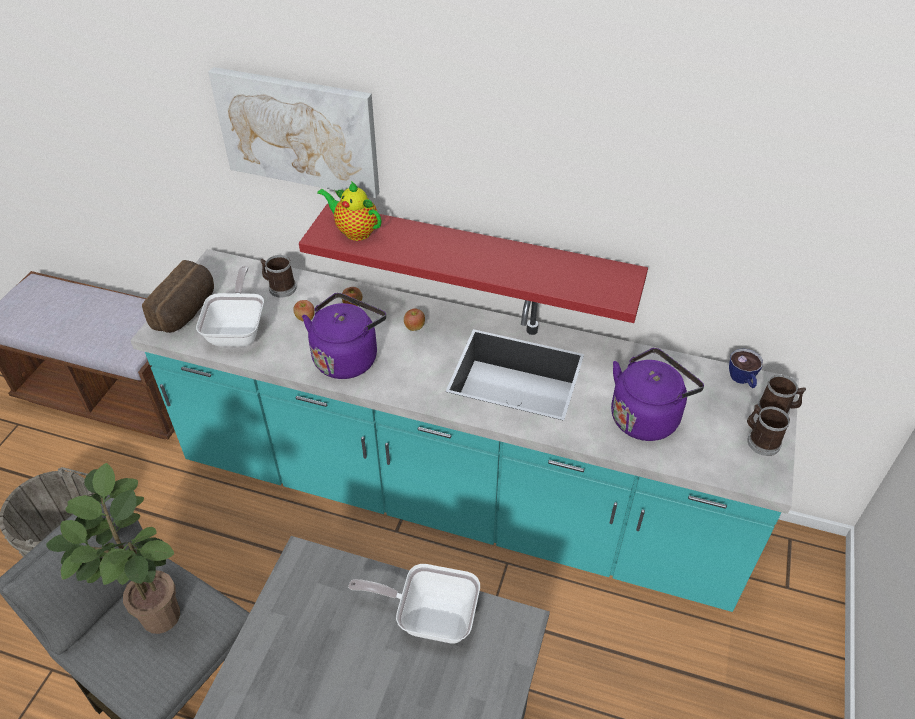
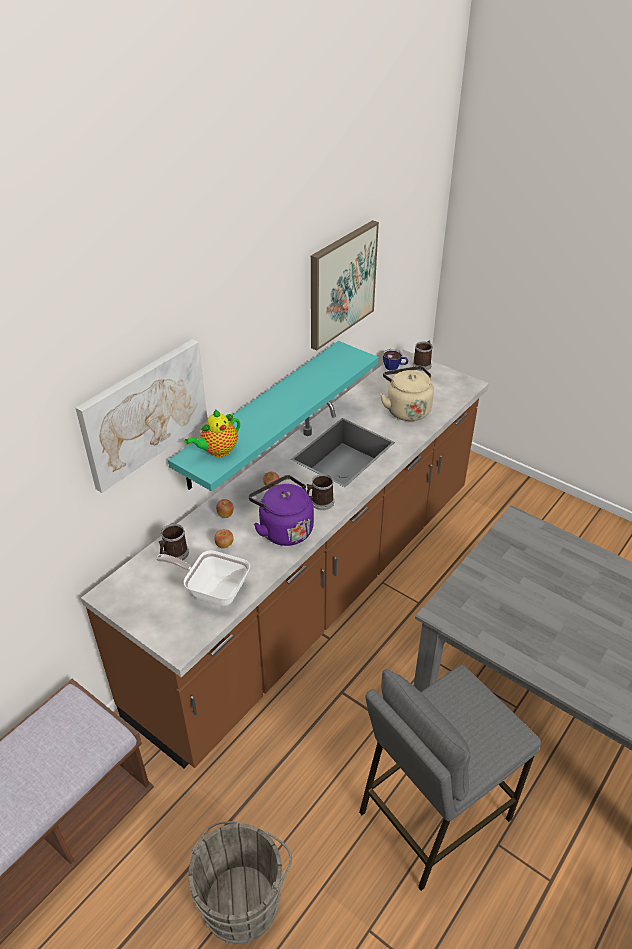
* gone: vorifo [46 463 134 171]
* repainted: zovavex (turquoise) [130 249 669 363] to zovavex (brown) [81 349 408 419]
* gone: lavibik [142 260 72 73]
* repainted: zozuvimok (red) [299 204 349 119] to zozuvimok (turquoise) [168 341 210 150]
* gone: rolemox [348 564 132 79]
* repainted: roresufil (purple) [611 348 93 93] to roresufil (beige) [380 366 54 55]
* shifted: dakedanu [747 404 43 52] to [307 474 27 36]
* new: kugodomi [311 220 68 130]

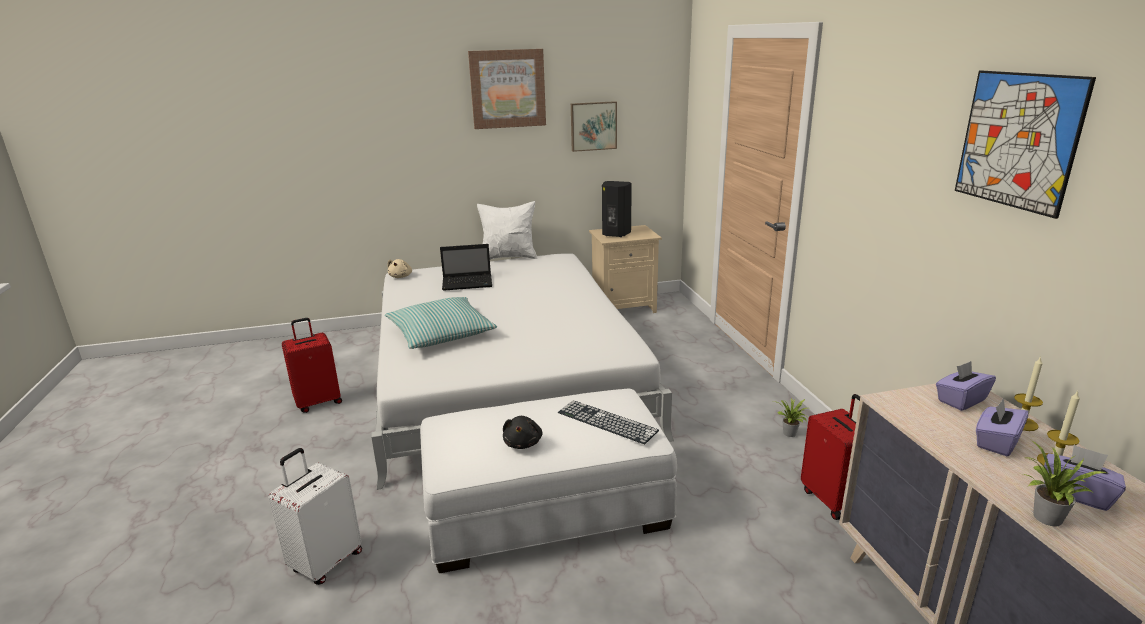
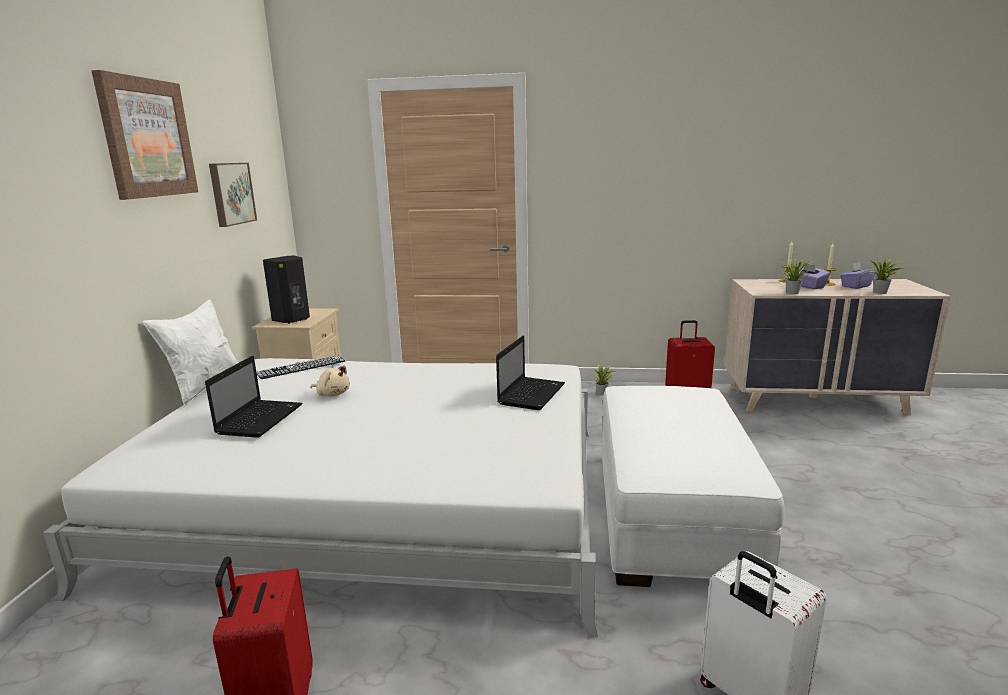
* gone: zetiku [385 297 112 52]
* shifted: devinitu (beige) [387 259 25 19] to [311 365 39 31]
* gone: devinitu (black) [503 416 40 33]
* shifted: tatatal [558 400 101 44] to [256 355 89 24]
* gone: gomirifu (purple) [936 361 60 50]
* gone: kugodomi [955 71 141 148]
* new: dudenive [496 336 69 74]
* new: vorifo [781 258 30 36]

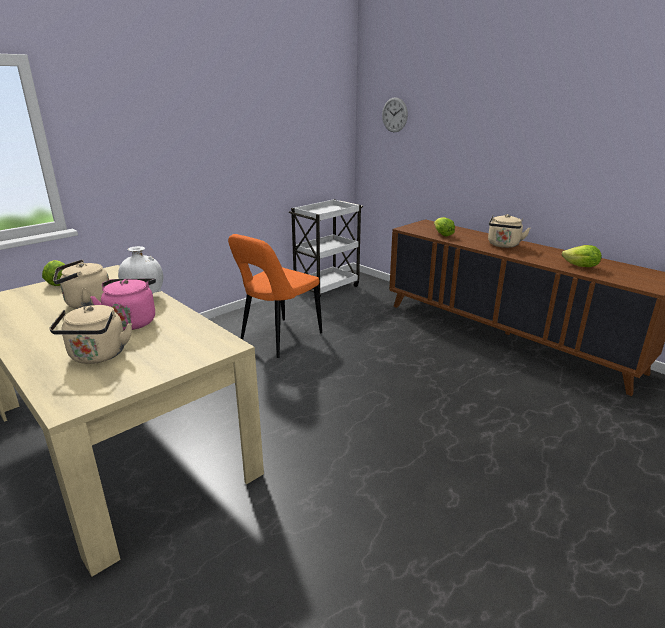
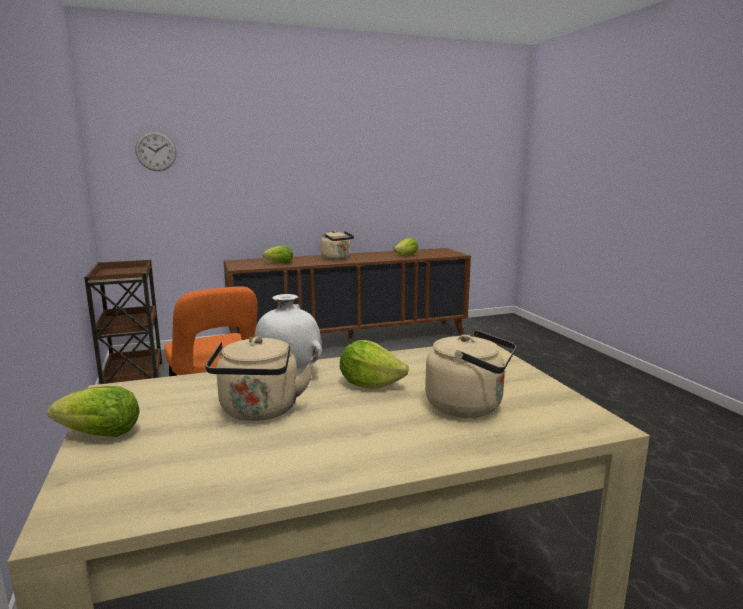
* swapped: roresufil (pink) [90 278 66 52] to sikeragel [340 340 69 49]
* repainted: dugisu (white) [288 199 75 99] to dugisu (brown) [84 259 78 125]

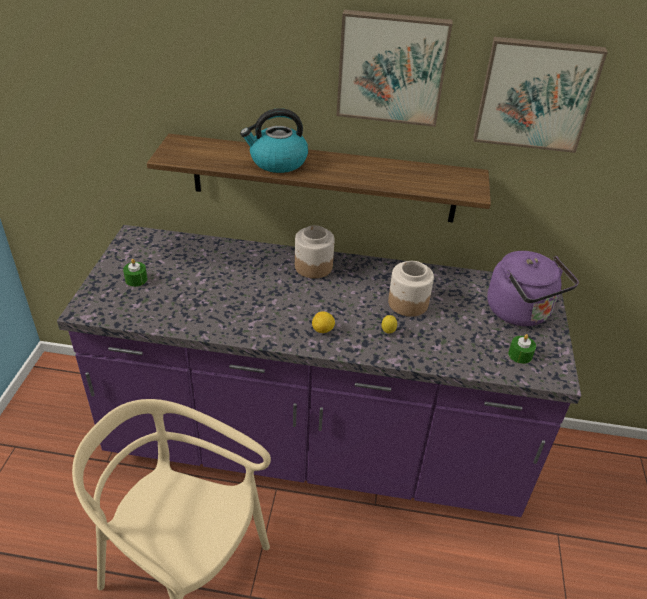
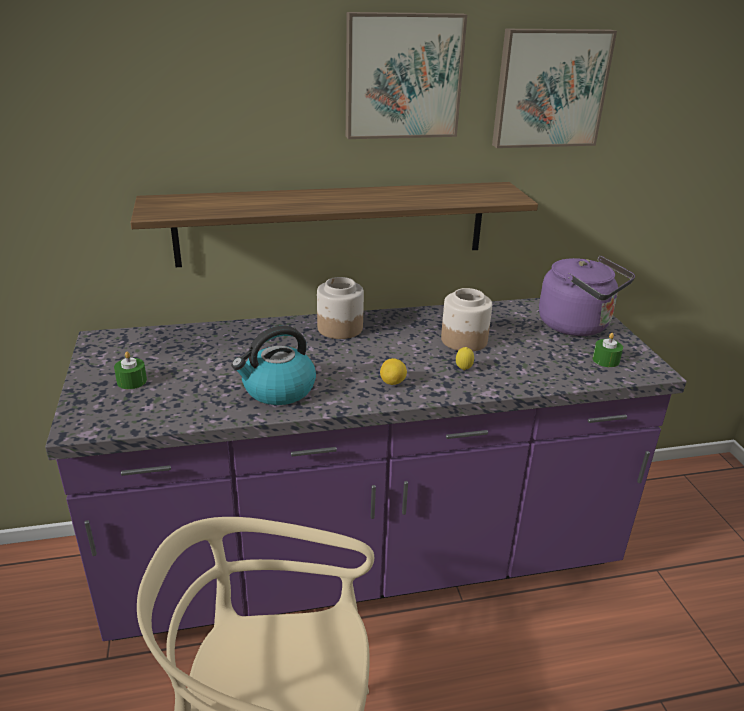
* shifted: roresufil [240 108 68 65] to [231 326 85 79]

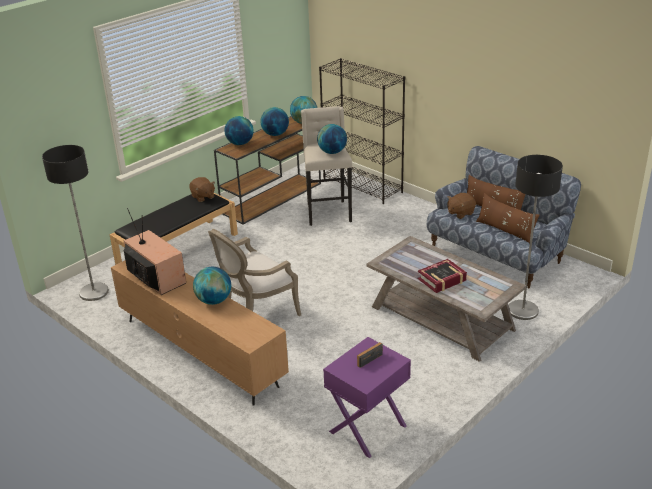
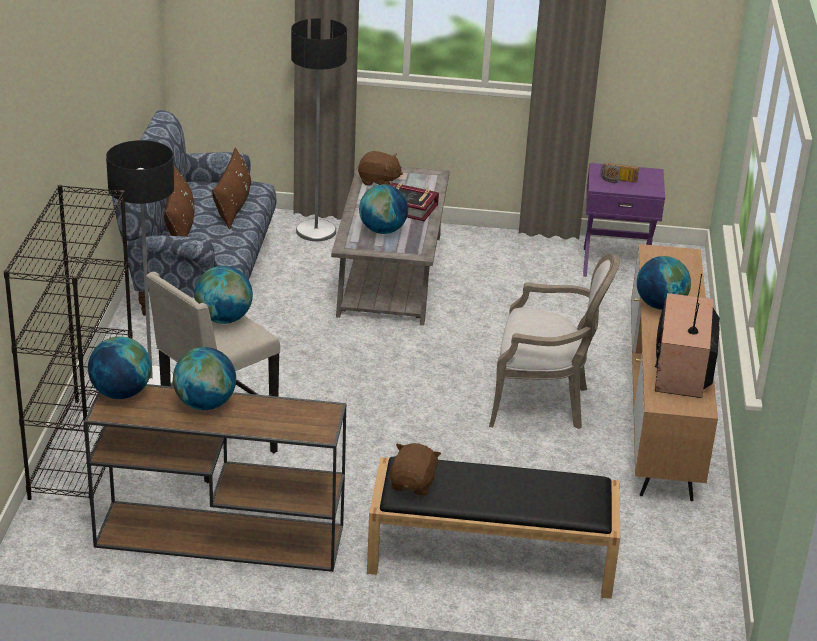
* shifted: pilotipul [42 145 67 156] to [106 140 68 246]
* shifted: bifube [224 116 30 29] to [359 185 49 49]
* shifted: devinitu (brown) [447 193 29 26] to [358 151 45 35]

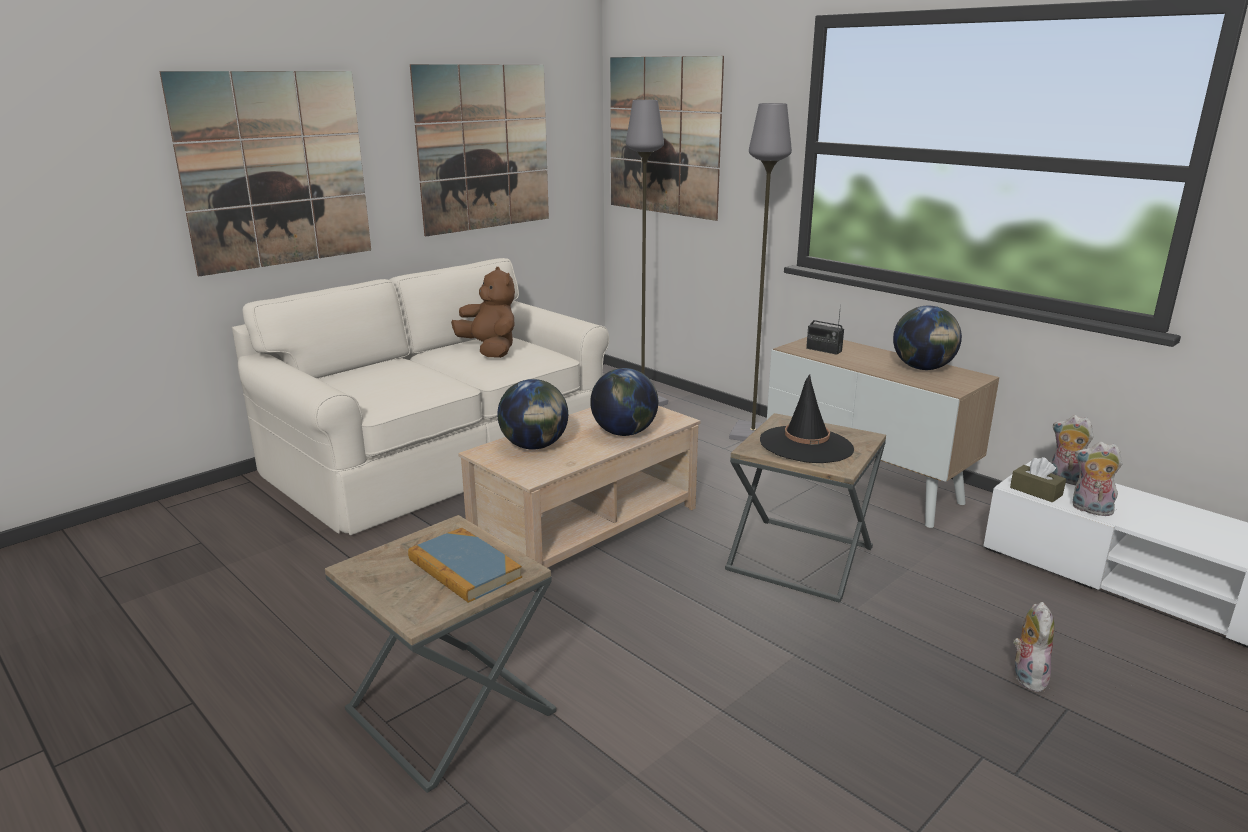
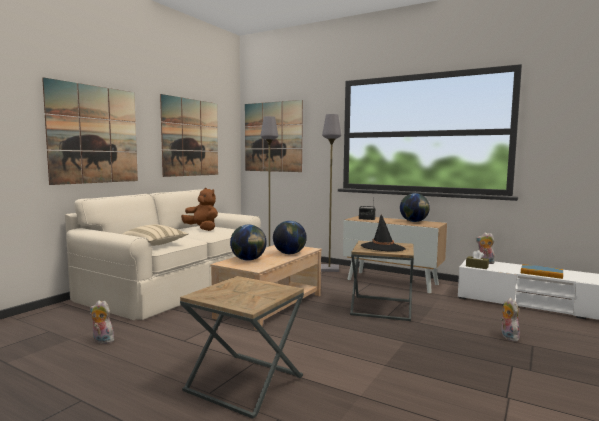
* shifted: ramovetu [408 528 114 75] to [521 264 42 15]
* shifted: devinitu [1072 442 50 75] to [90 300 24 44]
* new: zetiku (beige) [123 224 65 22]

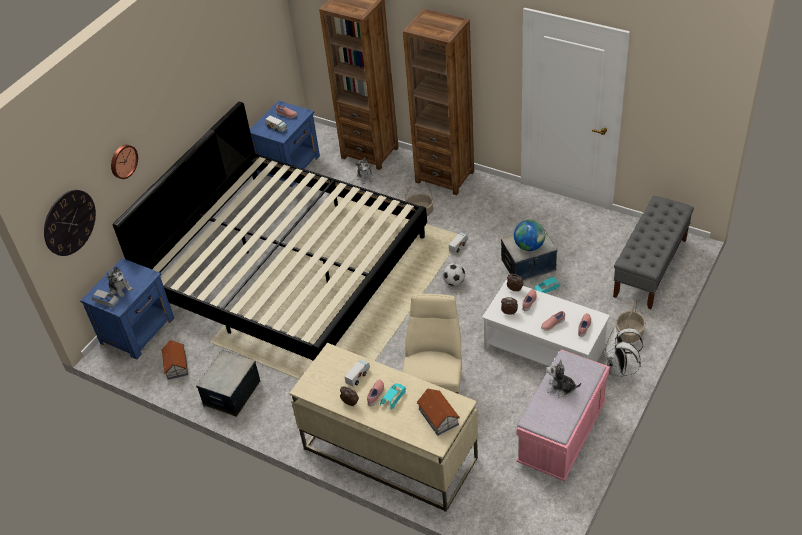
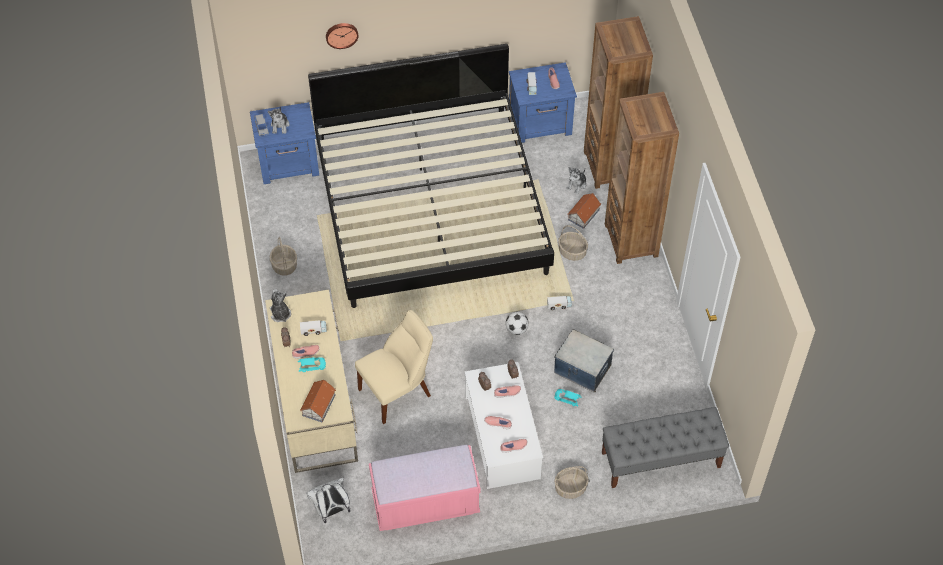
* gone: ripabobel [44 190 52 66]
* shifted: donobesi [161 340 27 40] to [567 193 34 36]
* swapped: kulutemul [196 350 64 67] to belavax [270 237 27 39]
* gone: bifube [514 220 31 31]
* shifted: devinitu [546 359 35 39] to [270 289 21 33]
* shifted: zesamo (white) [605 327 38 50] to [306 477 45 46]

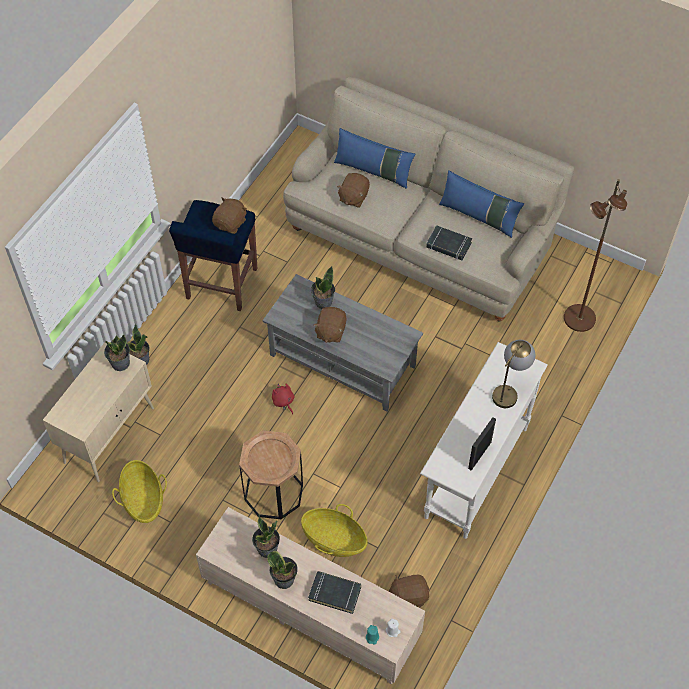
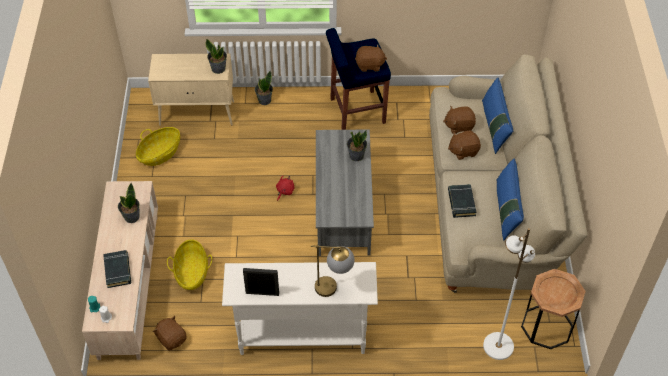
* shifted: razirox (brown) [239 431 64 88] to [521 269 65 80]
* gone: vorifo [267 551 31 38]
* shifted: devinitu (brown) [313 307 34 36] to [448 131 33 29]
* repainted: pilotipul (brown) [564 179 63 153] to pilotipul (white) [483 228 52 132]

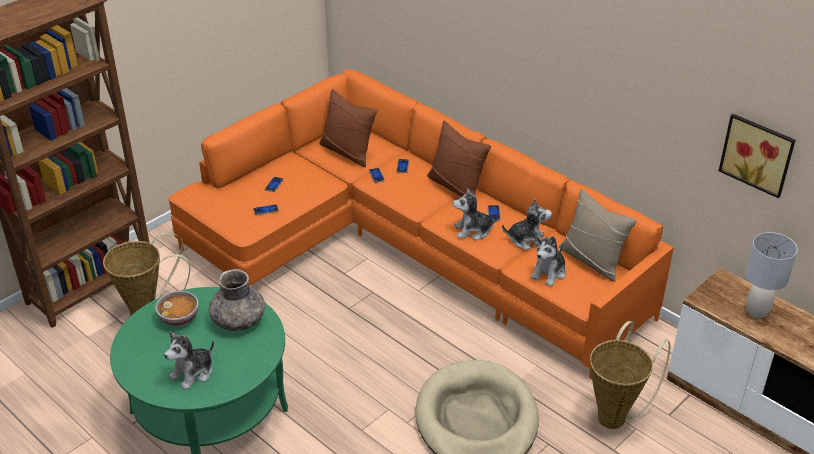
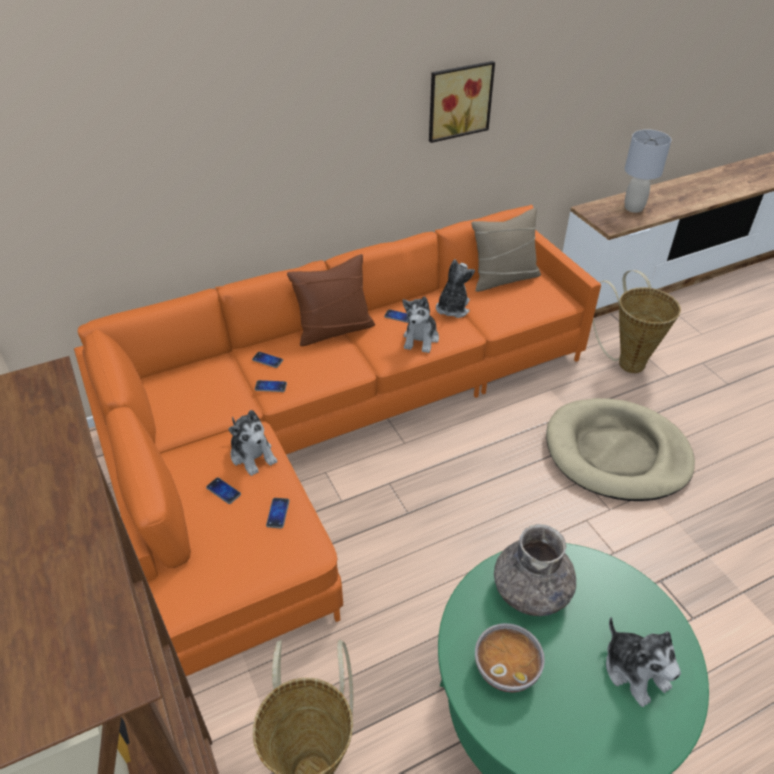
* gone: zetiku (brown) [319 89 58 78]
* shifted: devinitu [531 235 35 52] to [228 410 49 66]
* shifted: kugodomi [719 114 76 84] to [429 61 66 82]

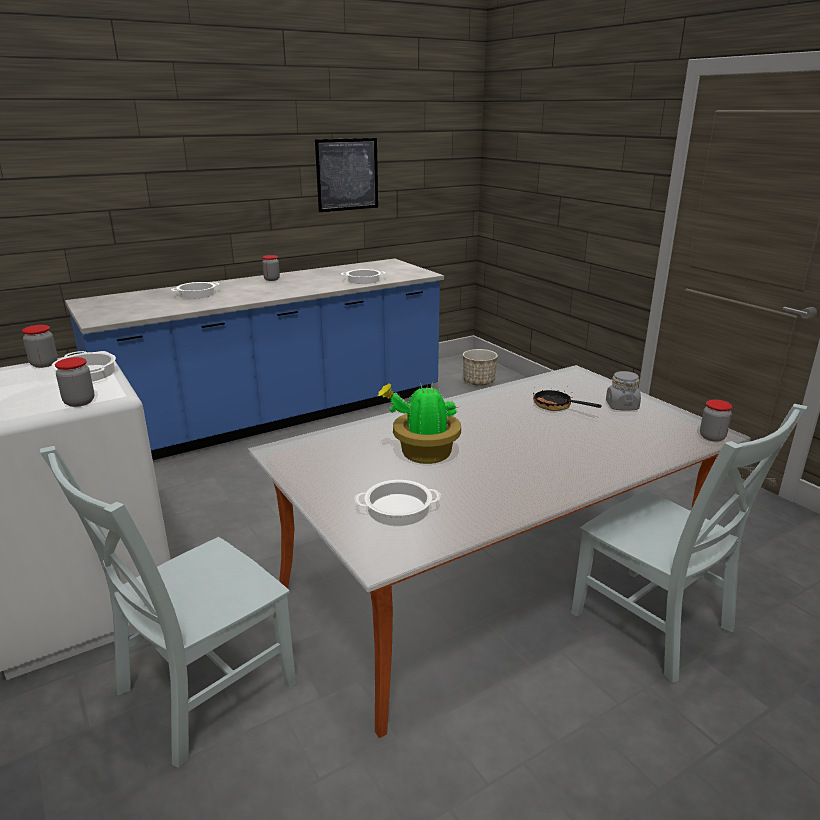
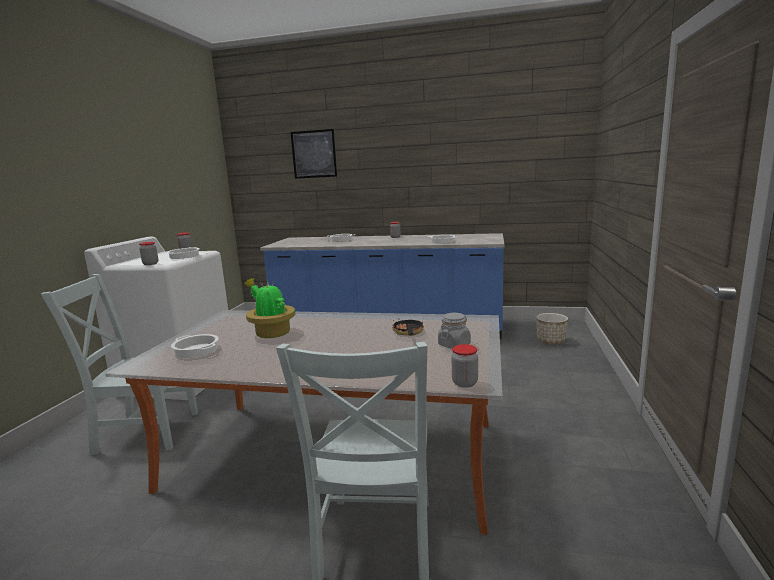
* shifted: kugodomi [315 138 63 74] to [290 129 47 50]

